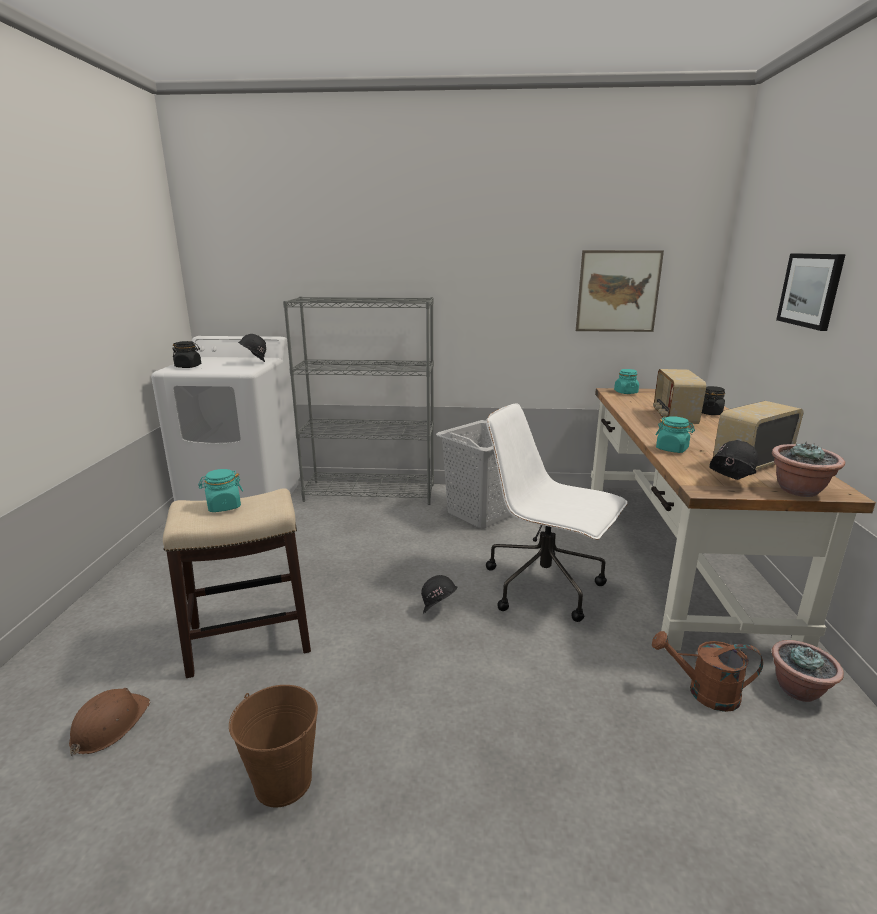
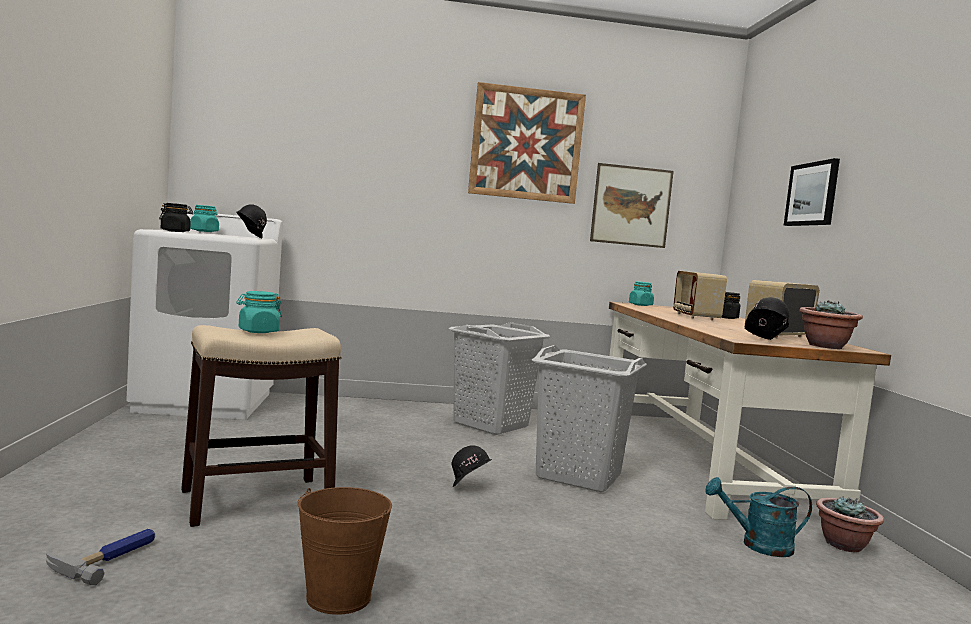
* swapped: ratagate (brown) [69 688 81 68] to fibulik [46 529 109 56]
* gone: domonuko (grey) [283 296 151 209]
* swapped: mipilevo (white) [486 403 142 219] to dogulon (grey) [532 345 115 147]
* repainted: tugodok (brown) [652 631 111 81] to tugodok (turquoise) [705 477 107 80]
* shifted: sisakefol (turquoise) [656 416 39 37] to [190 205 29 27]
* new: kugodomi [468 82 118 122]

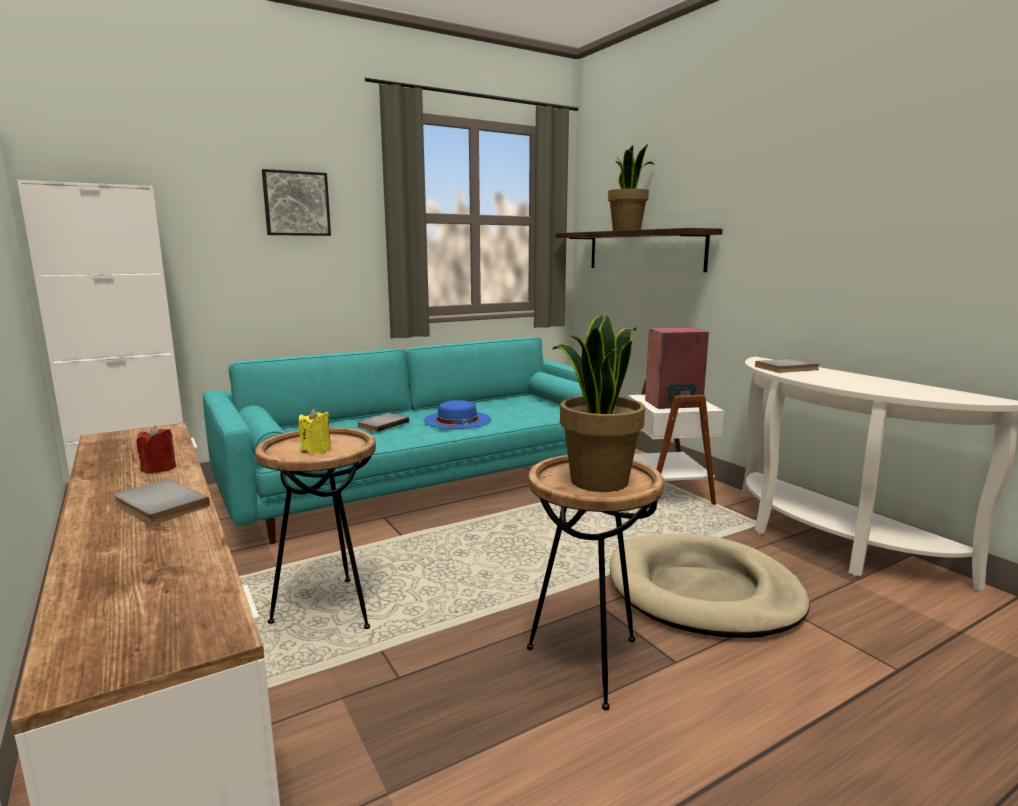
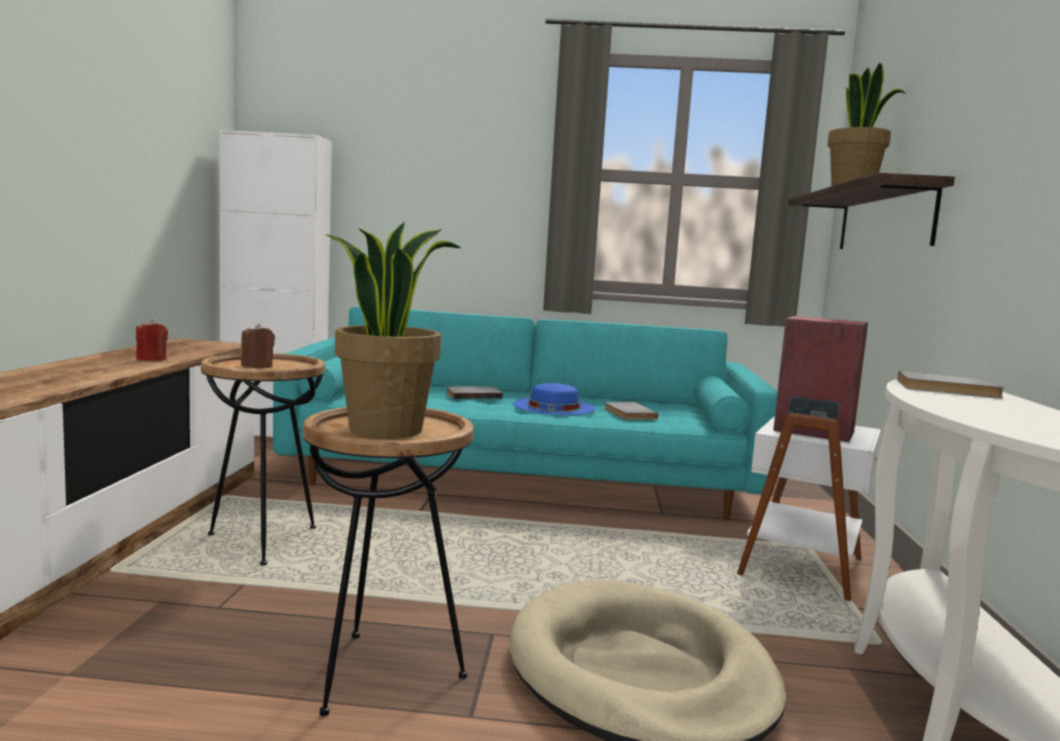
* shifted: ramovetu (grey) [113 479 97 46] to [604 402 54 18]
* gone: kugodomi [262 169 69 67]
* repainted: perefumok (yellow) [298 408 33 46] to perefumok (brown) [241 324 34 44]

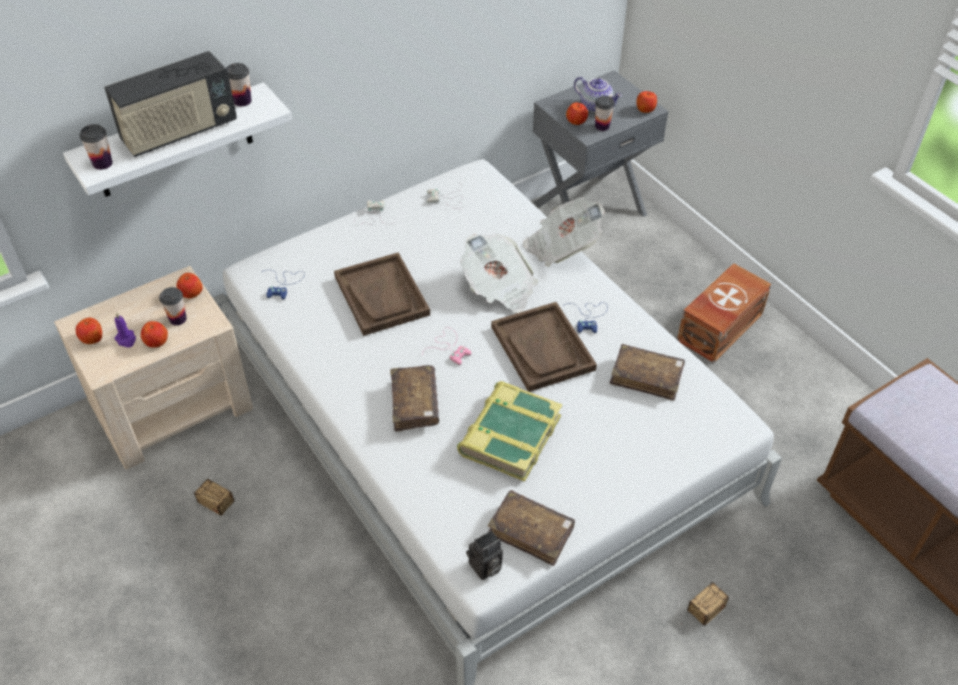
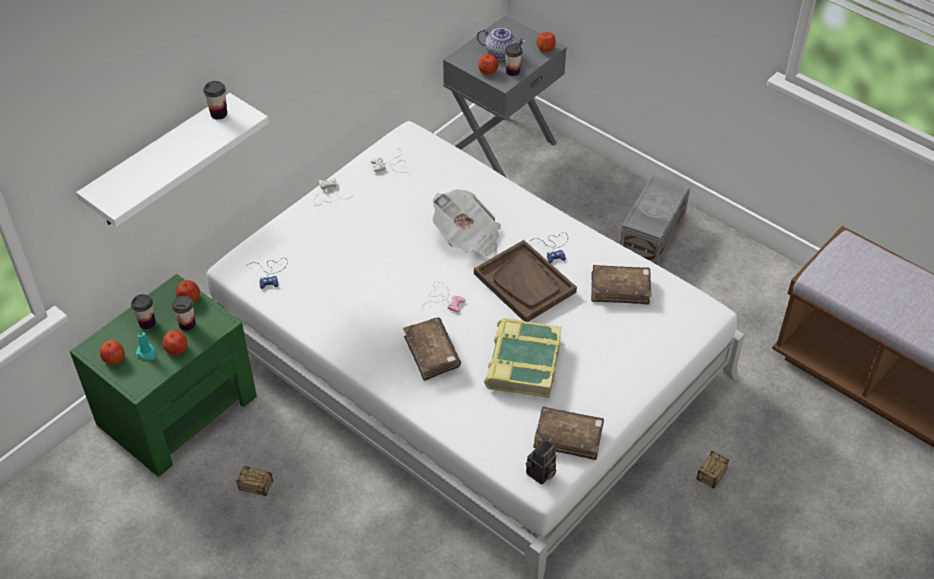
* repainted: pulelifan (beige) [54 266 199 204] to pulelifan (green) [70 274 187 203]
* shifted: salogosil [79 124 33 46] to [131 294 24 35]
* gone: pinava [104 51 133 106]
* repainted: perefumok (purple) [114 313 22 35] to perefumok (turquoise) [136 330 20 30]
* gone: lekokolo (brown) [334 252 96 84]
* gone: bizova [523 197 82 70]
* repainted: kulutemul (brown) [677 263 95 100] to kulutemul (grey) [620 174 70 91]

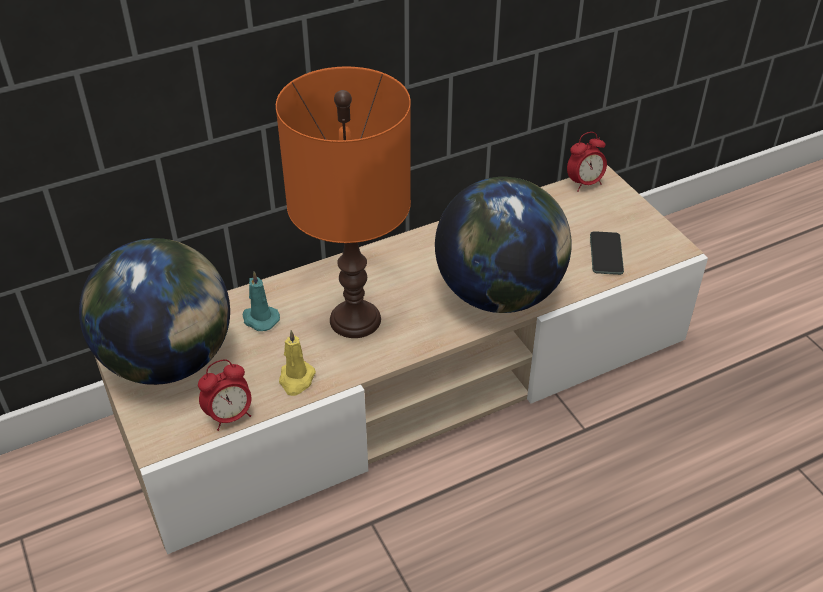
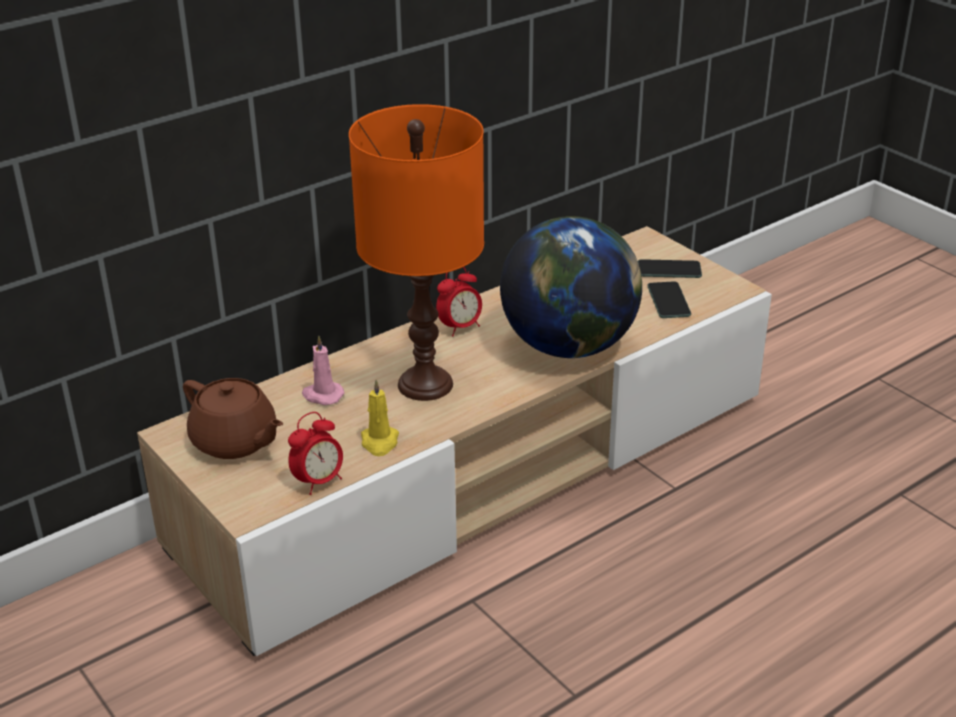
* swapped: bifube [79 238 151 147] to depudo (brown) [183 378 100 81]
* repainted: perefumok (turquoise) [242 271 38 60] to perefumok (pink) [302 335 43 70]
* shifted: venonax [567 132 40 60] to [436 267 46 70]
* new: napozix [638 259 64 19]

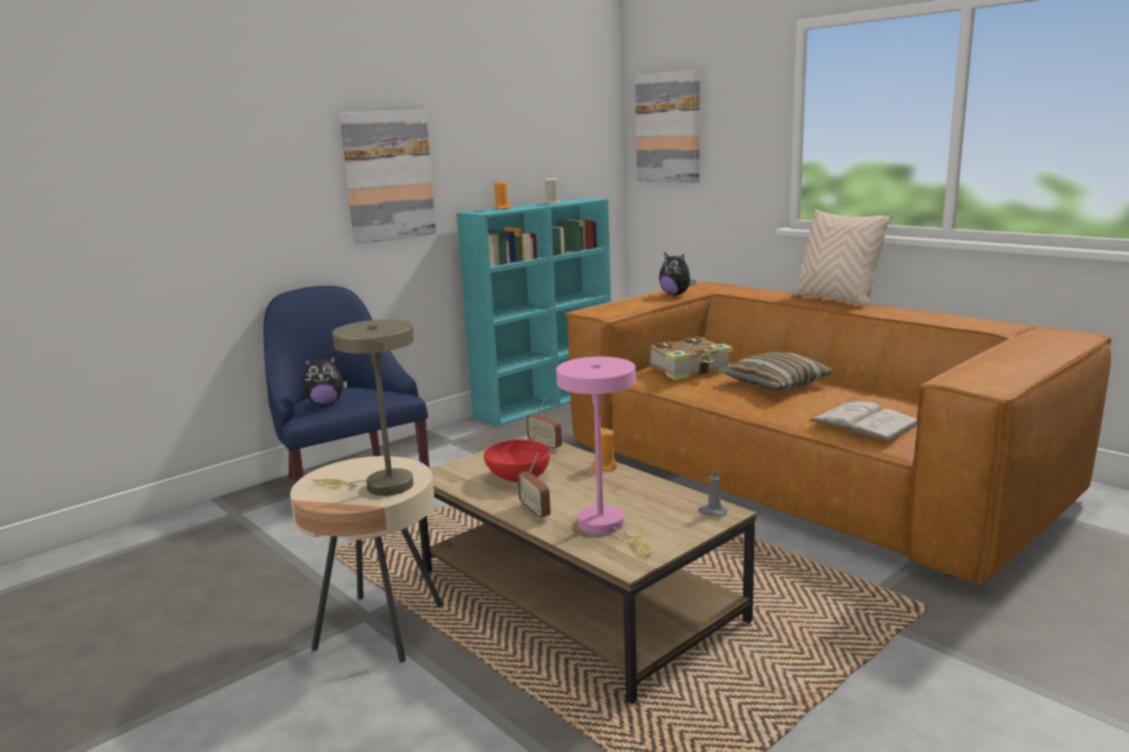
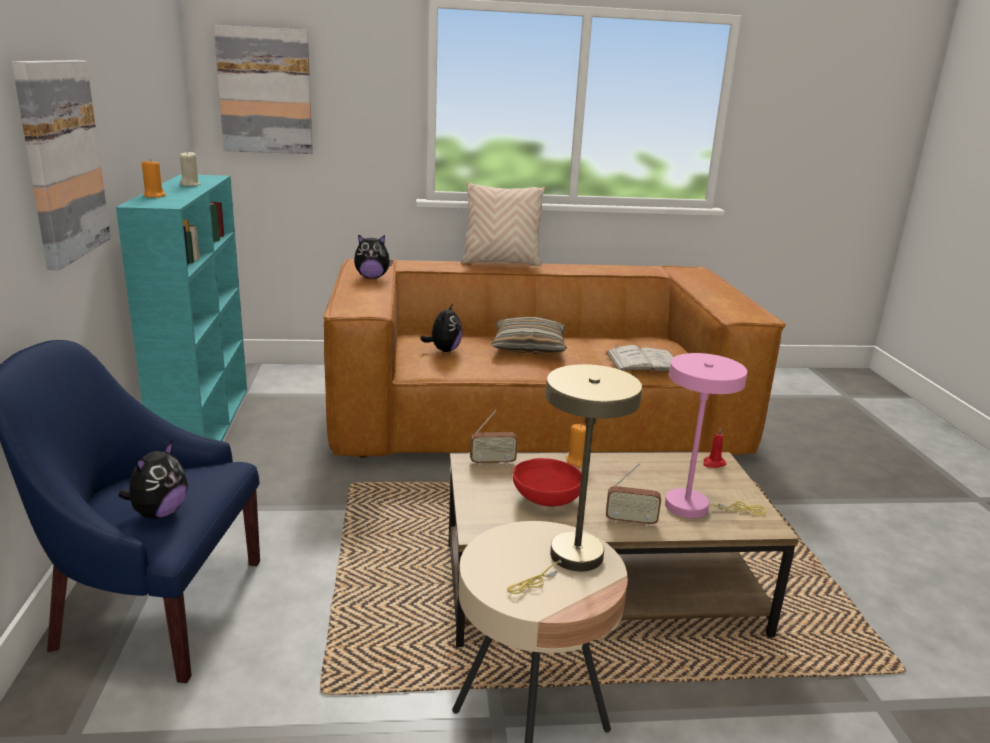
* swapped: ramovetu [649 336 84 44] to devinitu [421 303 42 49]
* repainted: perefumok (grey) [698 468 30 49] to perefumok (red) [703 427 23 41]

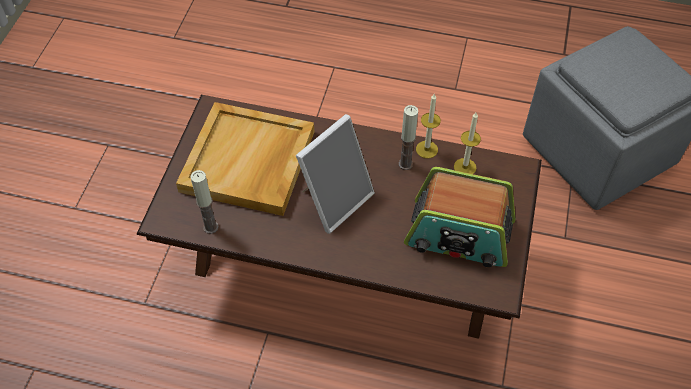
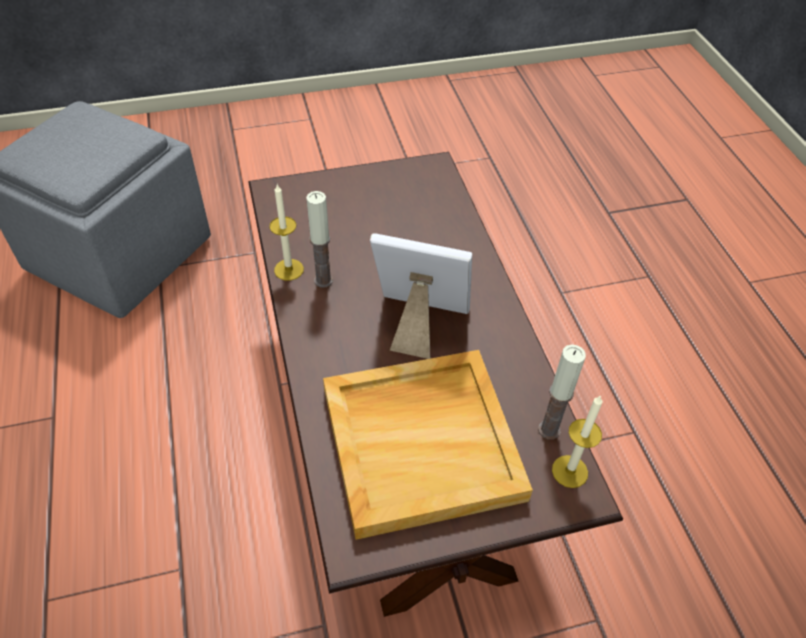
* gone: pinava [404 167 111 101]
* shifted: perefumok [454 113 27 61] to [552 395 50 93]

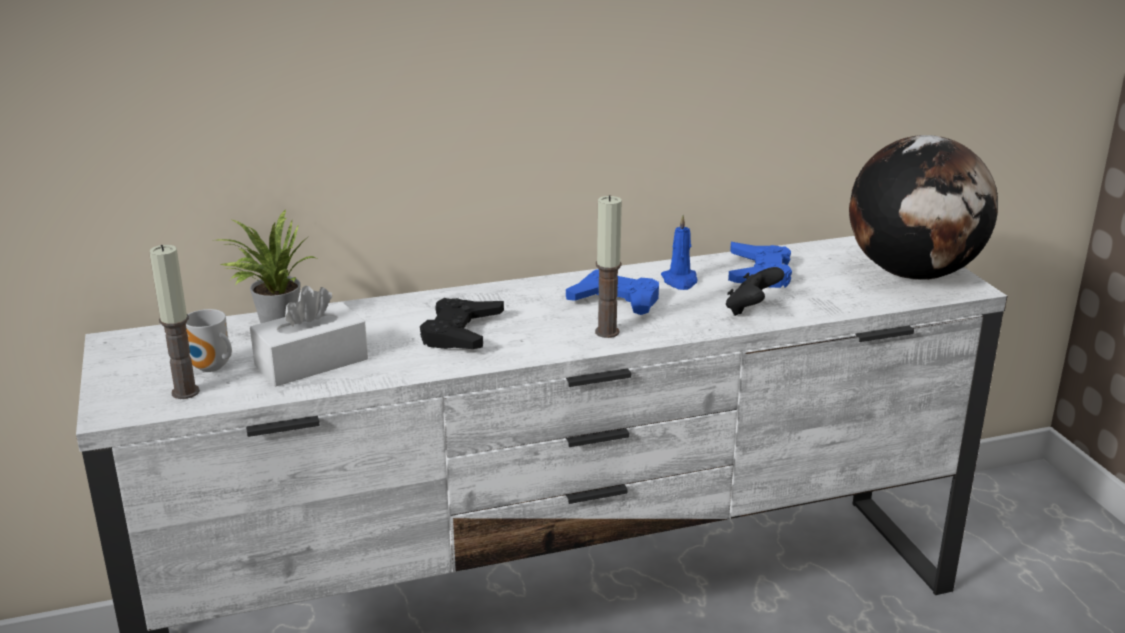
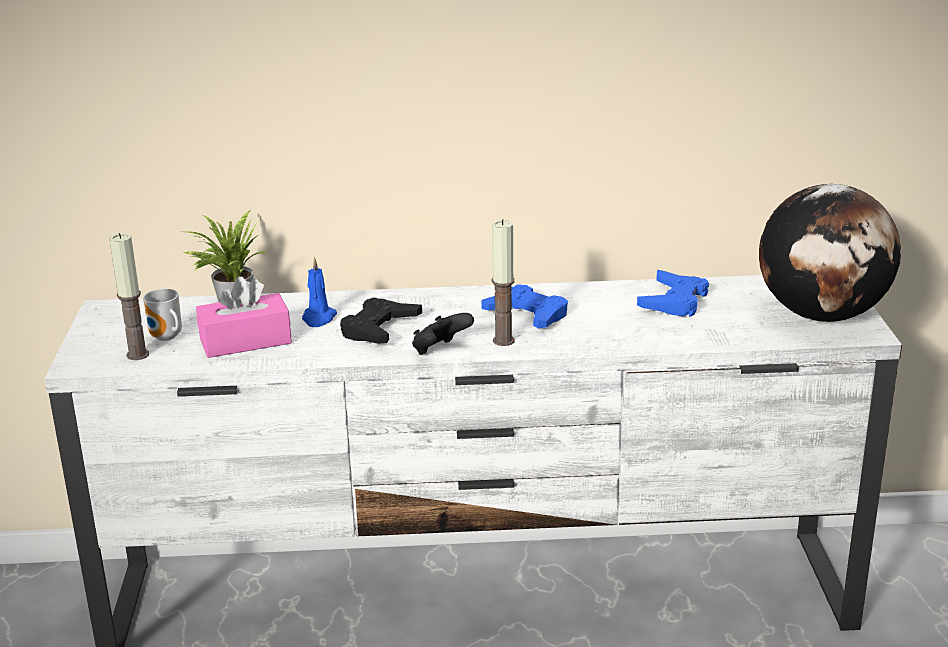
* repainted: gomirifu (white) [250 286 118 100] to gomirifu (pink) [196 276 96 82]
* shifted: perefumok (blue) [661 215 37 75] to [302 257 35 70]
* shifted: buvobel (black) [726 267 58 49] to [412 313 62 42]

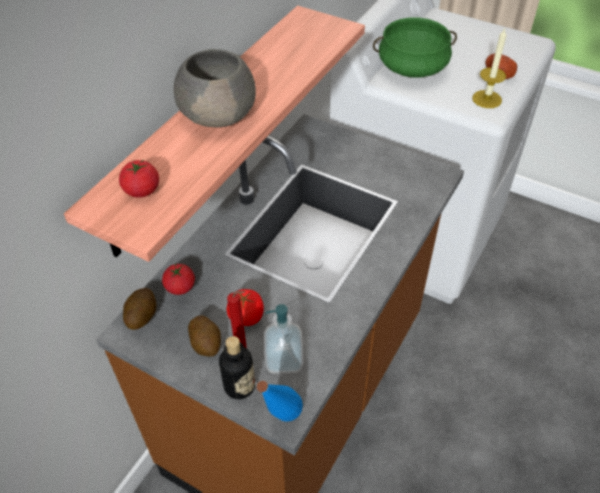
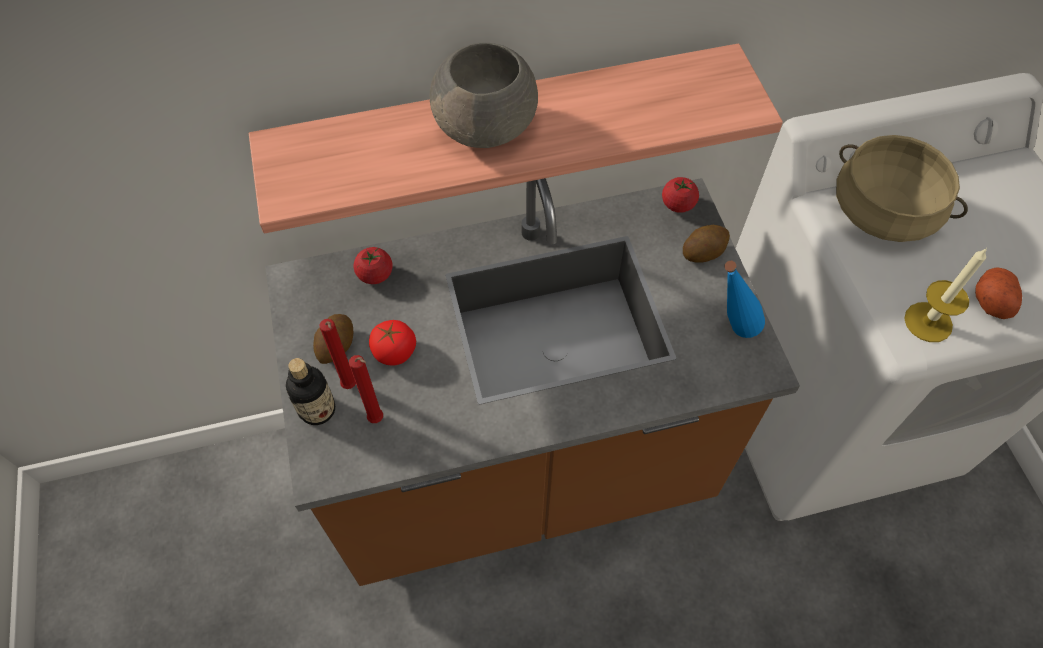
* shifted: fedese [119 160 40 38] to [662 177 37 36]
* shifted: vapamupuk [123 288 33 42] to [683 225 47 38]
* shifted: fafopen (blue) [257 381 46 41] to [724 261 41 77]
* swapped: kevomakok [264 304 39 70] to perefumok (red) [349 355 34 68]
* repainted: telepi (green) [373 17 84 61] to telepi (beige) [836 135 132 107]

